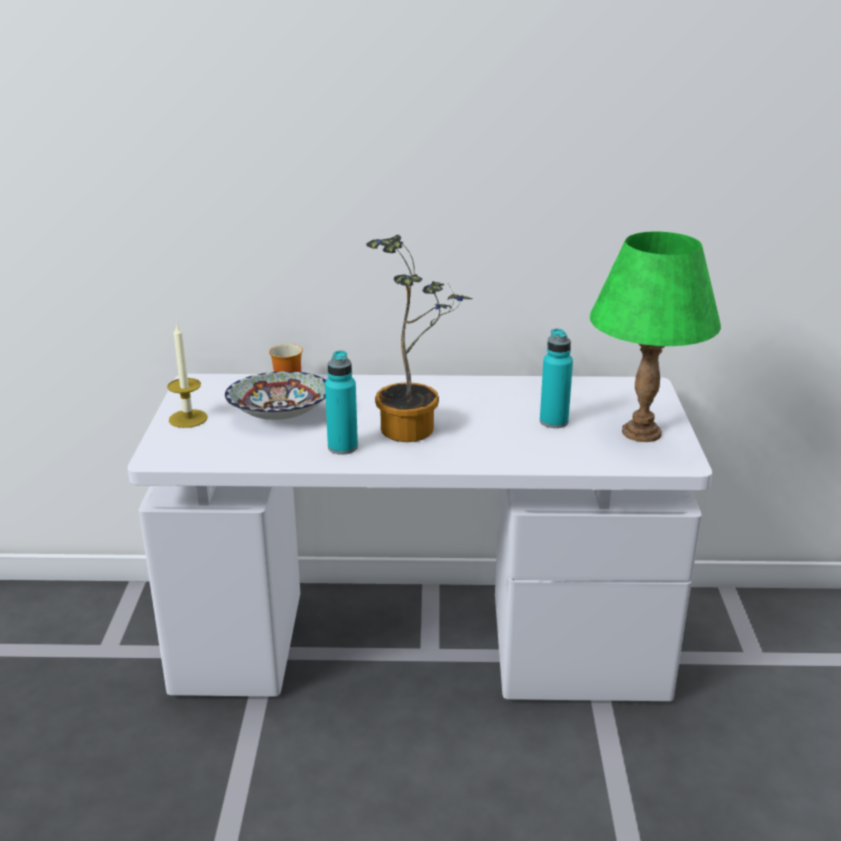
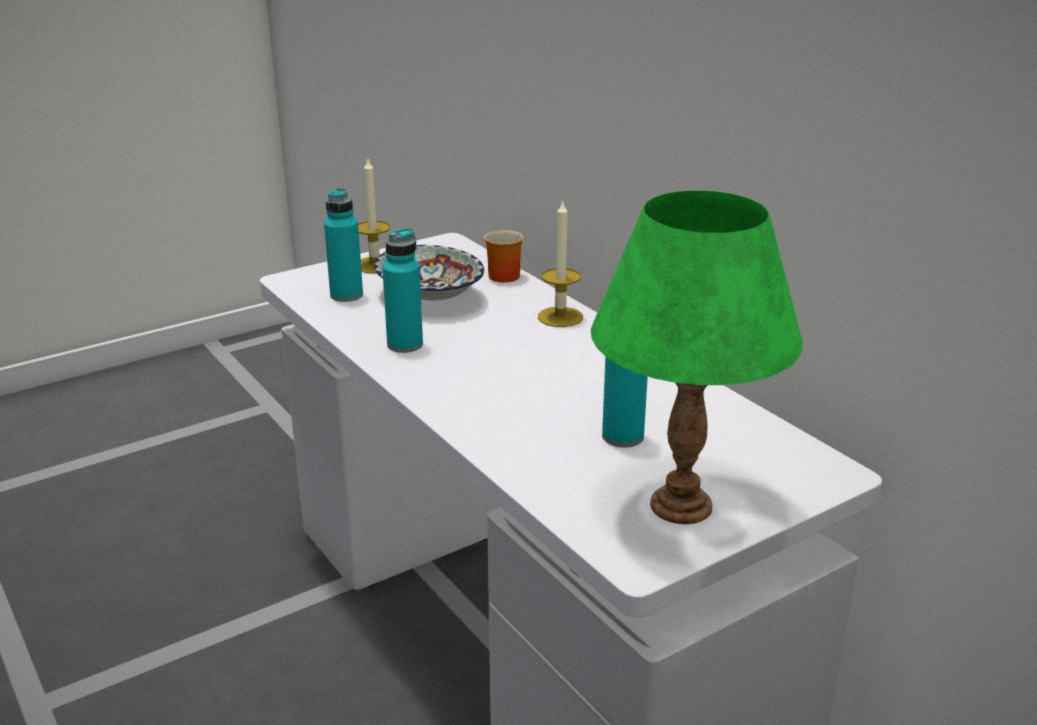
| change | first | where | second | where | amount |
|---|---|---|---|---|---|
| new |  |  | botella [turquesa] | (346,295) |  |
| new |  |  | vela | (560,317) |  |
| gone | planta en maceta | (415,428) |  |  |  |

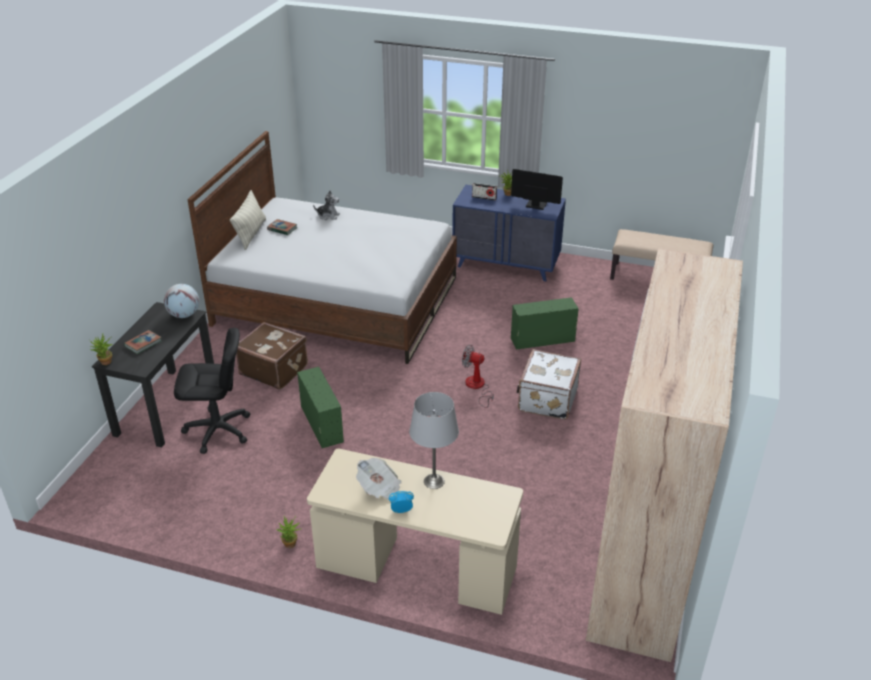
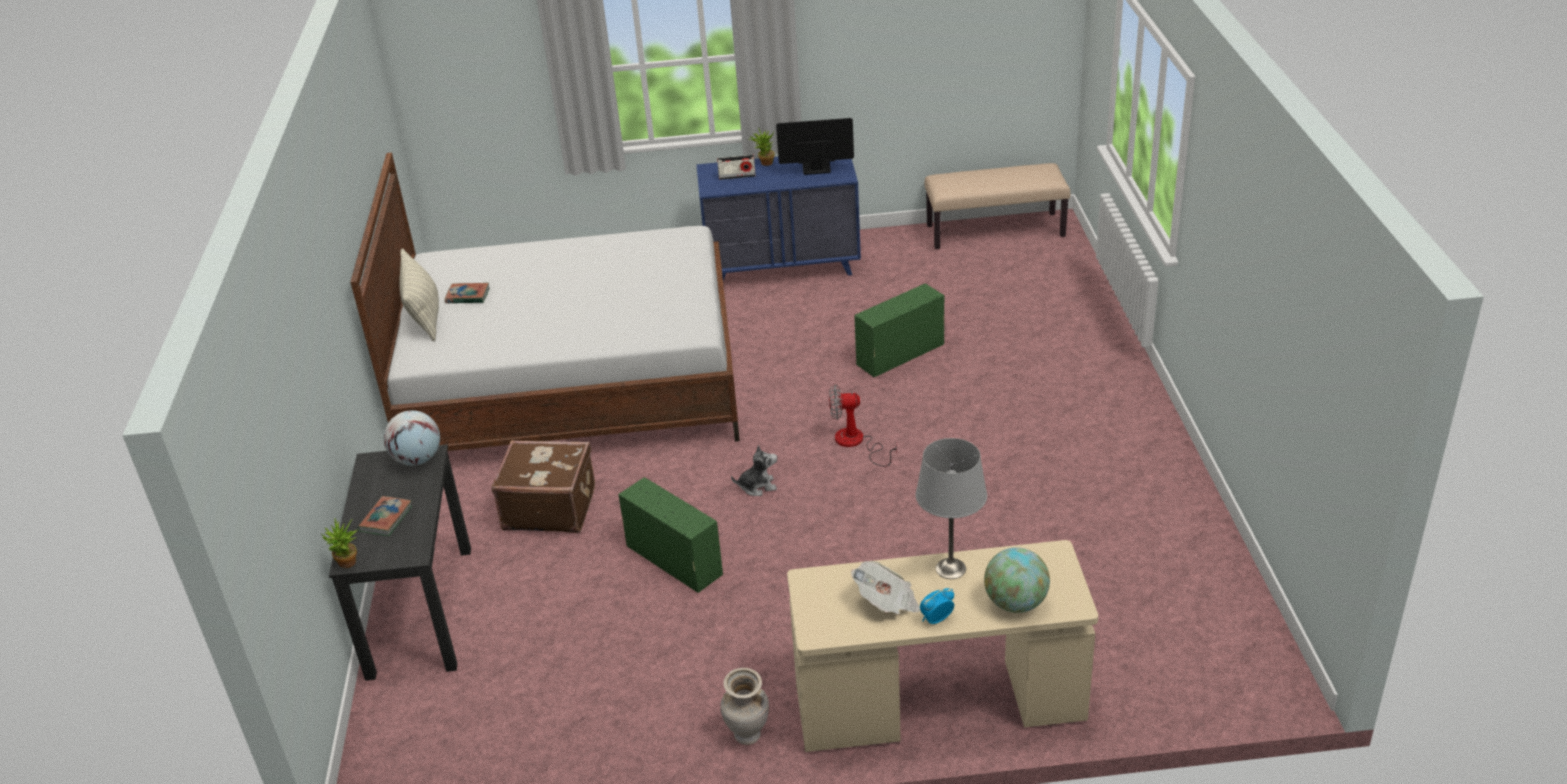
| change | first | where | second | where | amount |
|---|---|---|---|---|---|
| swapped | planta en maceta | (291,545) | florero [beis] | (747,736) |  |
| shifted | peluche | (328,216) |  | (757,486) |  |
| new |  |  | globo terráqueo | (1015,603) |  |
| gone | silla de oficina [negro] | (218,430) |  |  |  |
| gone | maleta [blanco] | (546,399) |  |  |  |
| gone | armario ropero [beis] | (644,552) |  |  |  |

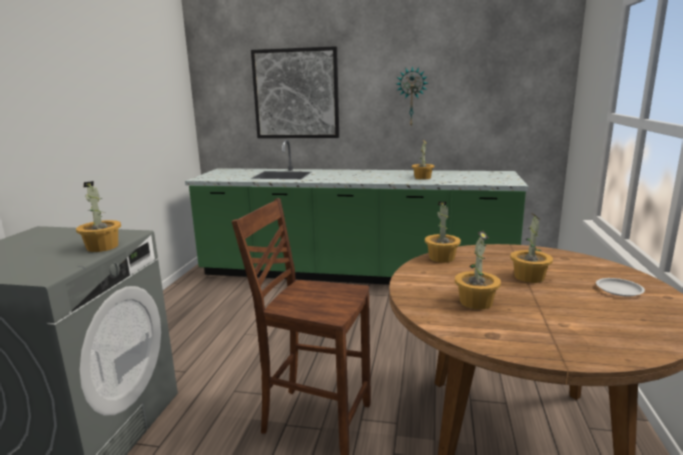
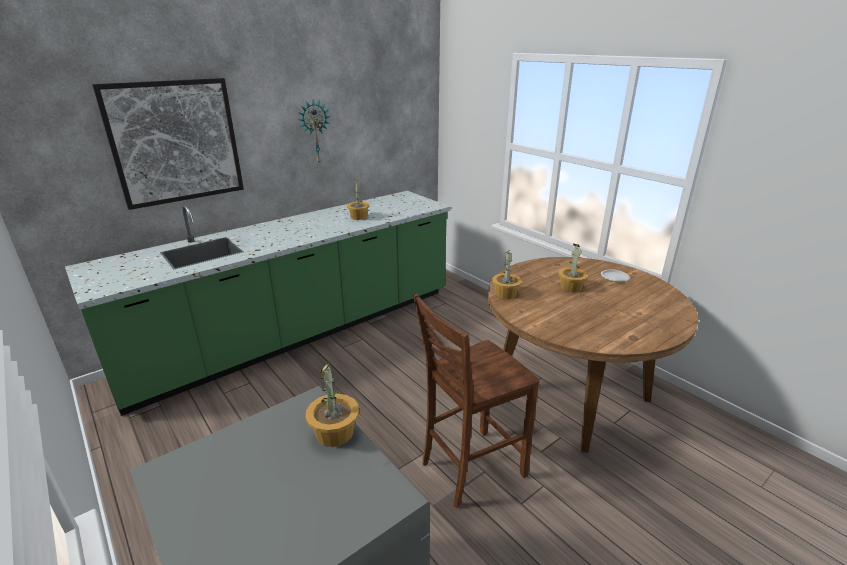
| change | first | where | second | where | amount |
|---|---|---|---|---|---|
| gone | planta en maceta | (475,302) |  |  |  |

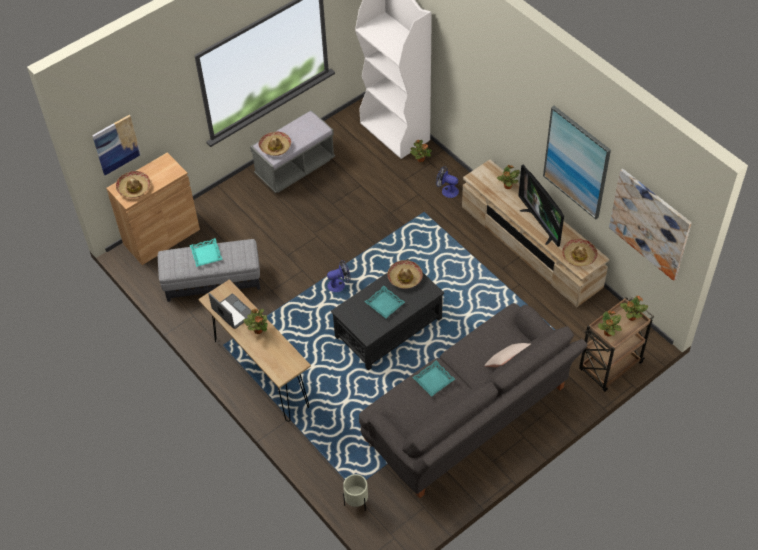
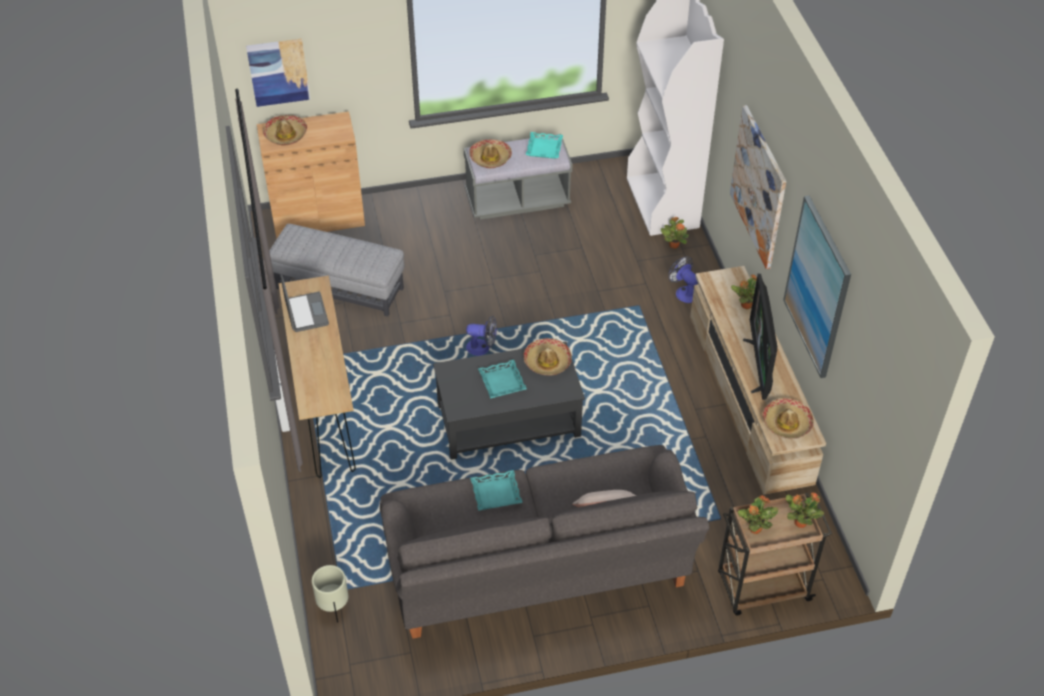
| change | first | where | second | where | amount |
|---|---|---|---|---|---|
| shifted | bandeja [turquesa] | (206,254) |  | (544,148) |  |
| shifted | cuadro | (649,224) |  | (759,187) |  |
| gone | planta en maceta | (258,330) |  |  |  |

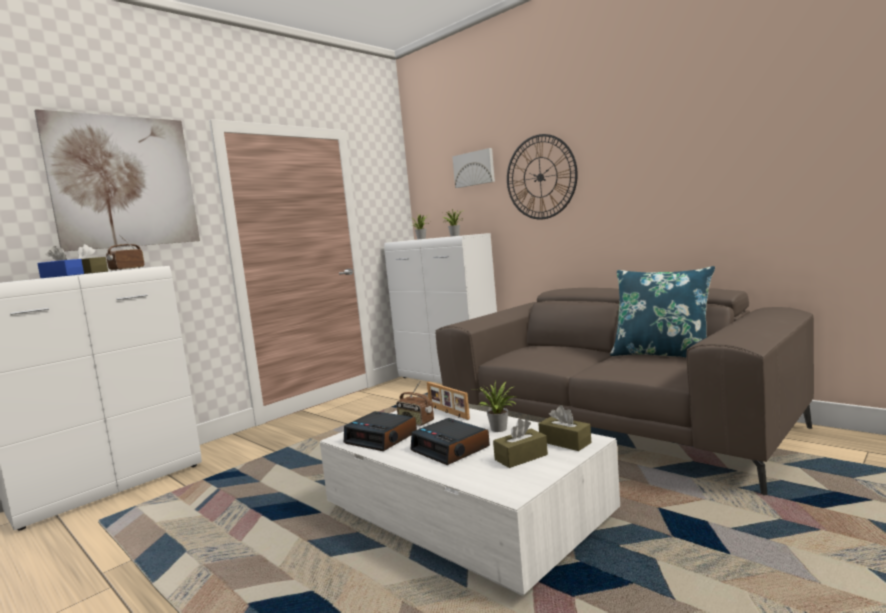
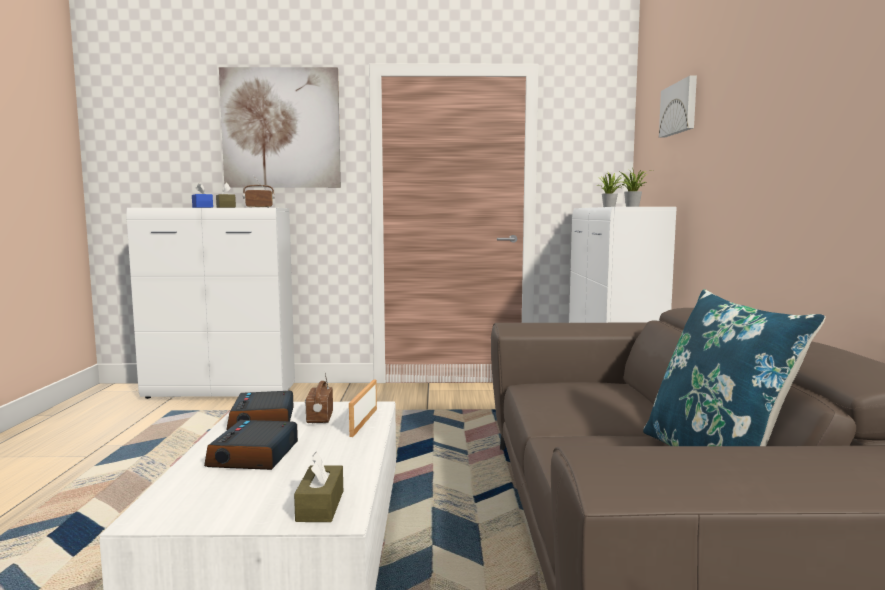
| change | first | where | second | where | amount |
|---|---|---|---|---|---|
| gone | planta en maceta | (499,429) |  |  |  |
| gone | caja de pañuelos [marrón] | (521,457) |  |  |  |
| gone | reloj de pared | (540,177) |  |  |  |

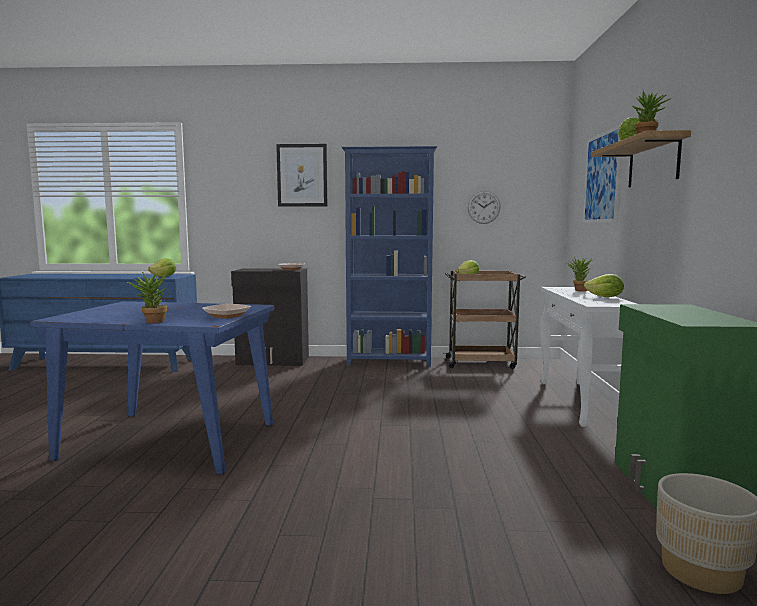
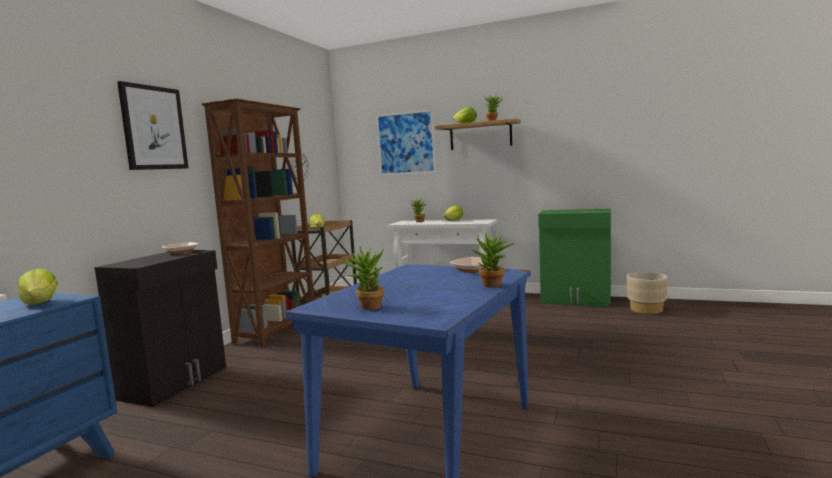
| change | first | where | second | where | amount |
|---|---|---|---|---|---|
| repainted | estantería [azul] | (389,362) | estantería [marrón] | (278,330) |  |
| new |  |  | planta en maceta | (366,307) |  |

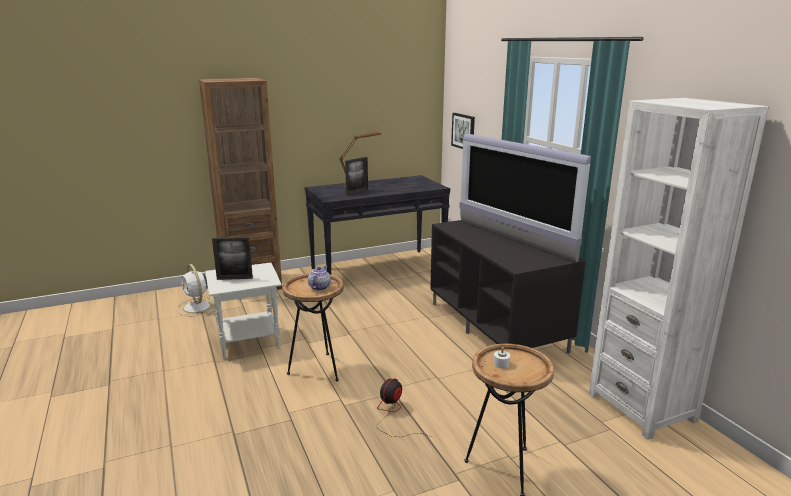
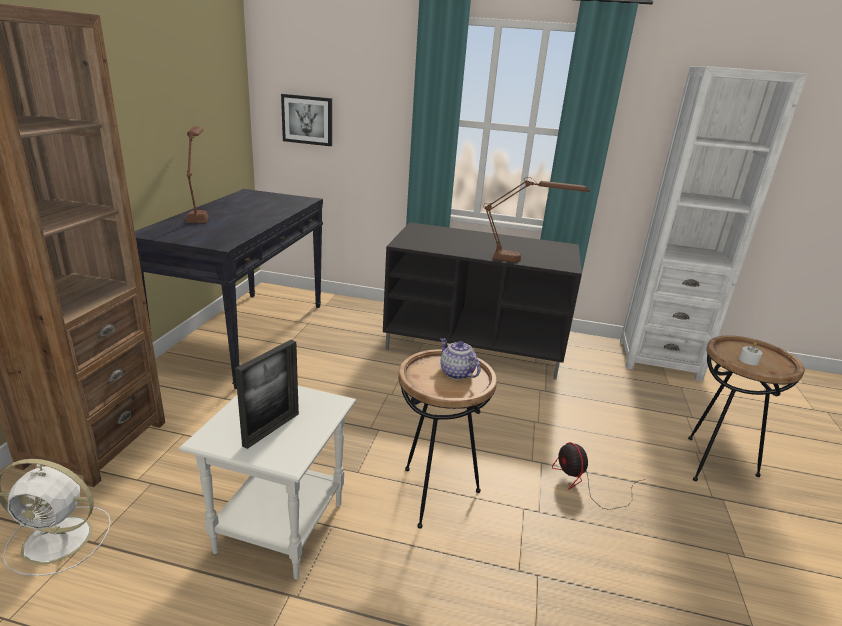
| change | first | where | second | where | amount |
|---|---|---|---|---|---|
| new |  |  | lámpara de mesa [marrón] | (525,260) |  |
| gone | portarretratos | (357,192) |  |  |  |
| gone | televisor | (512,239) |  |  |  |

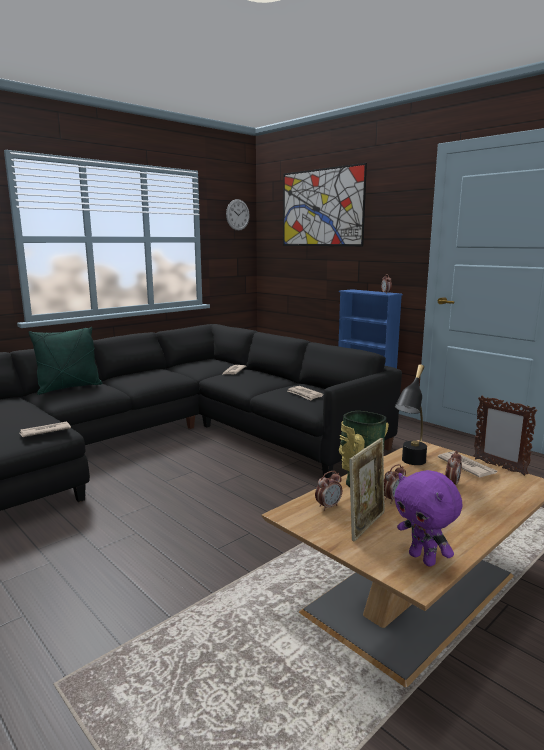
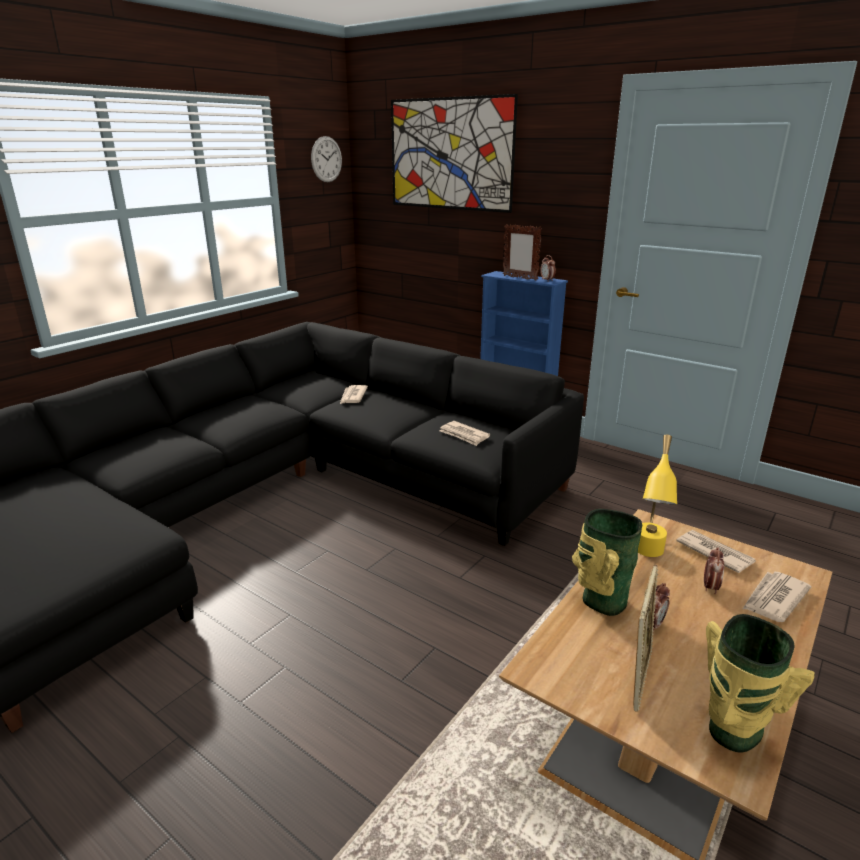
| change | first | where | second | where | amount |
|---|---|---|---|---|---|
| shifted | portarretratos | (499,467) |  | (519,278) |  |
| repainted | lámpara de mesa [negro] | (410,464) | lámpara de mesa [amarillo] | (647,556) |  |
| swapped | peluche [morado] | (423,559) | florero | (731,731) |  |
| shifted | periódico | (44,431) |  | (774,599) |  |
| gone | cojín [verde] | (69,388) |  |  |  |
| gone | despertador | (328,506) |  |  |  |

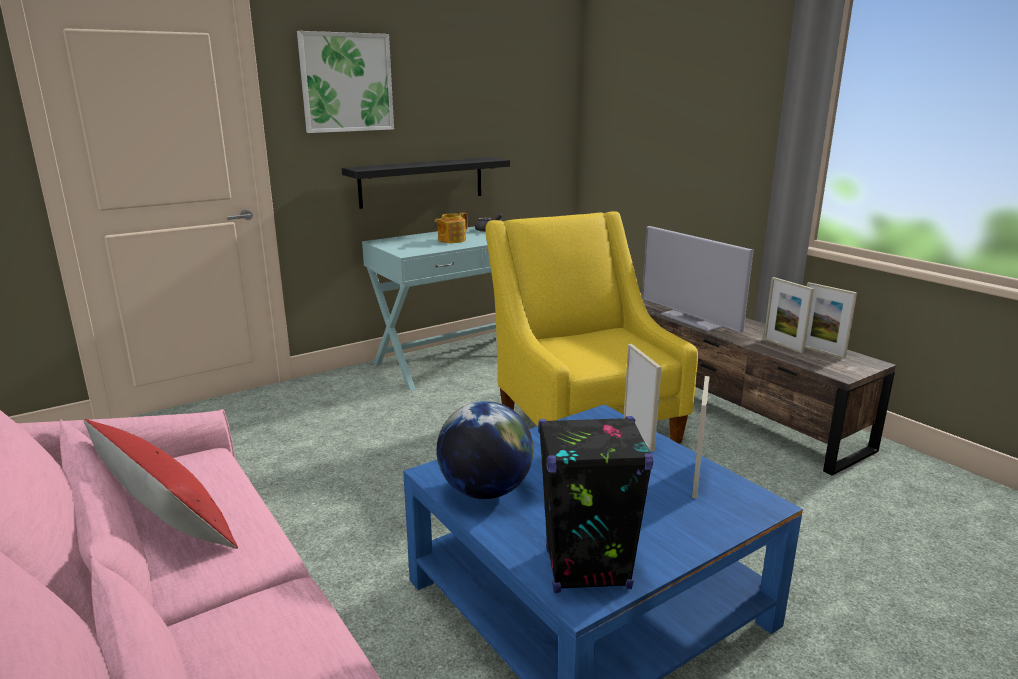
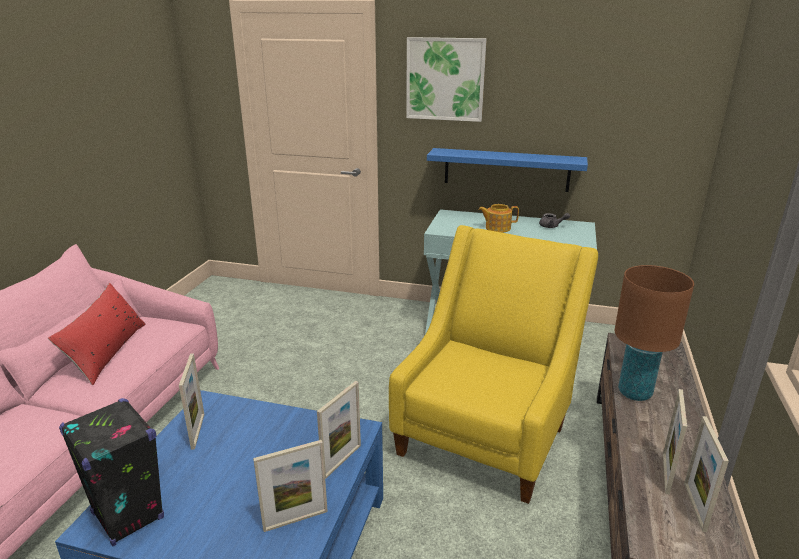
| change | first | where | second | where | amount |
|---|---|---|---|---|---|
| swapped | globo terráqueo | (485,491) | portarretratos | (198,431) |  |
| repainted | estante [negro] | (422,182) | estante [azul] | (506,169) |  |
| swapped | televisor | (691,320) | lámpara de mesa [marrón] | (635,393) |  |

